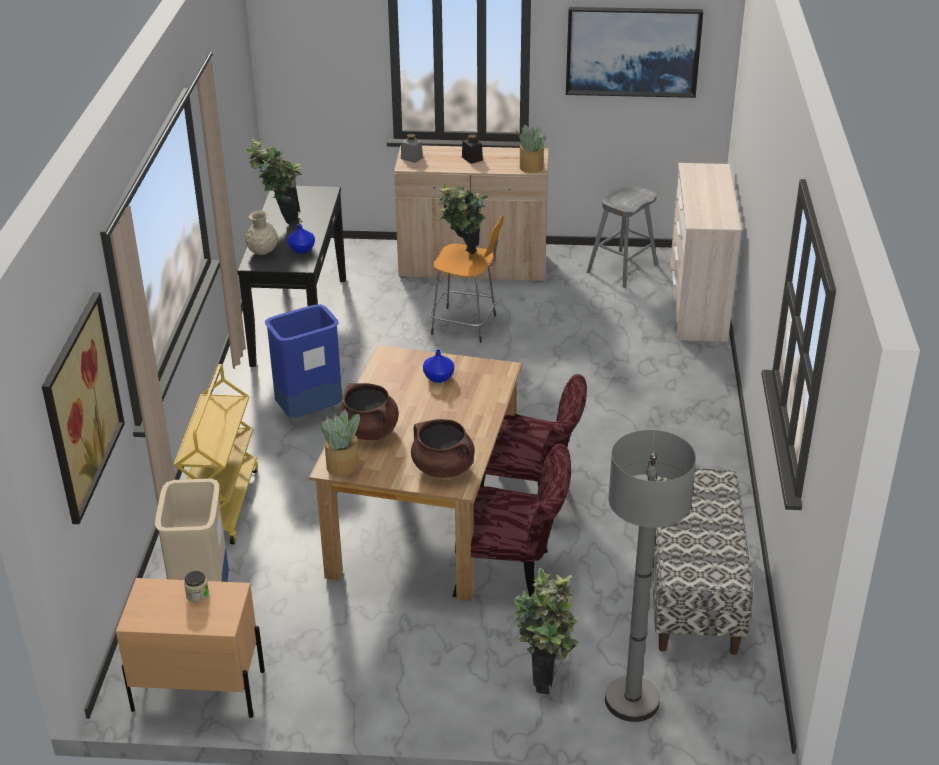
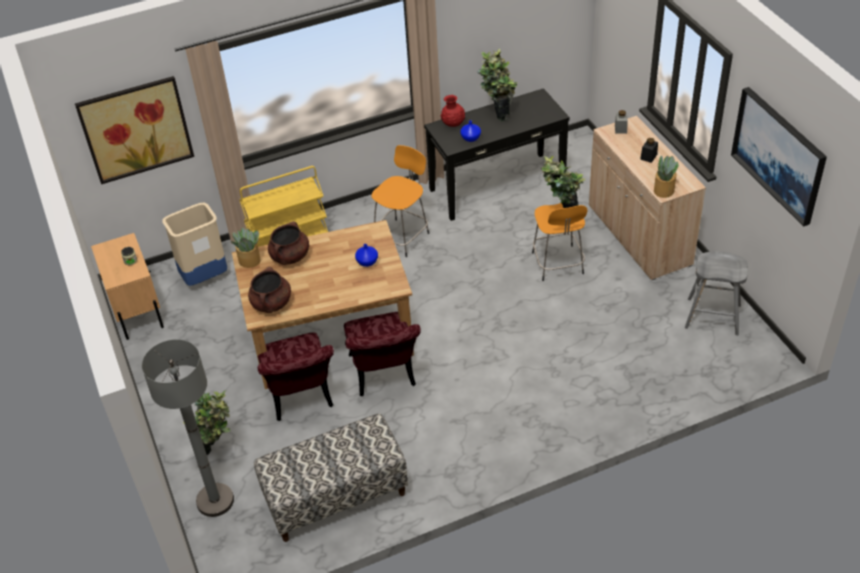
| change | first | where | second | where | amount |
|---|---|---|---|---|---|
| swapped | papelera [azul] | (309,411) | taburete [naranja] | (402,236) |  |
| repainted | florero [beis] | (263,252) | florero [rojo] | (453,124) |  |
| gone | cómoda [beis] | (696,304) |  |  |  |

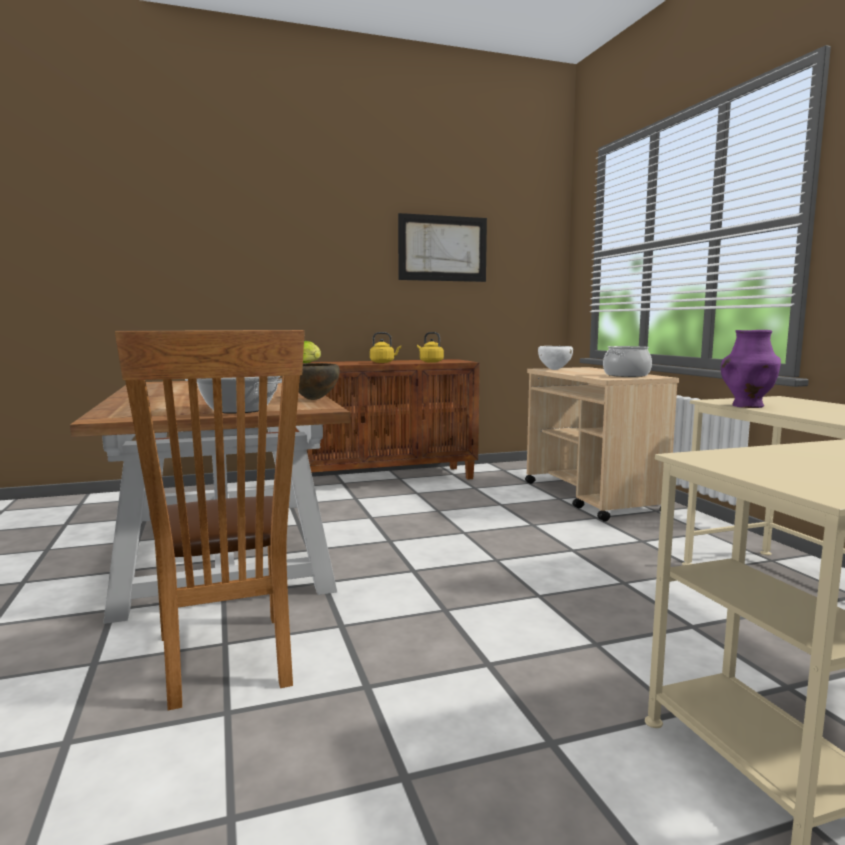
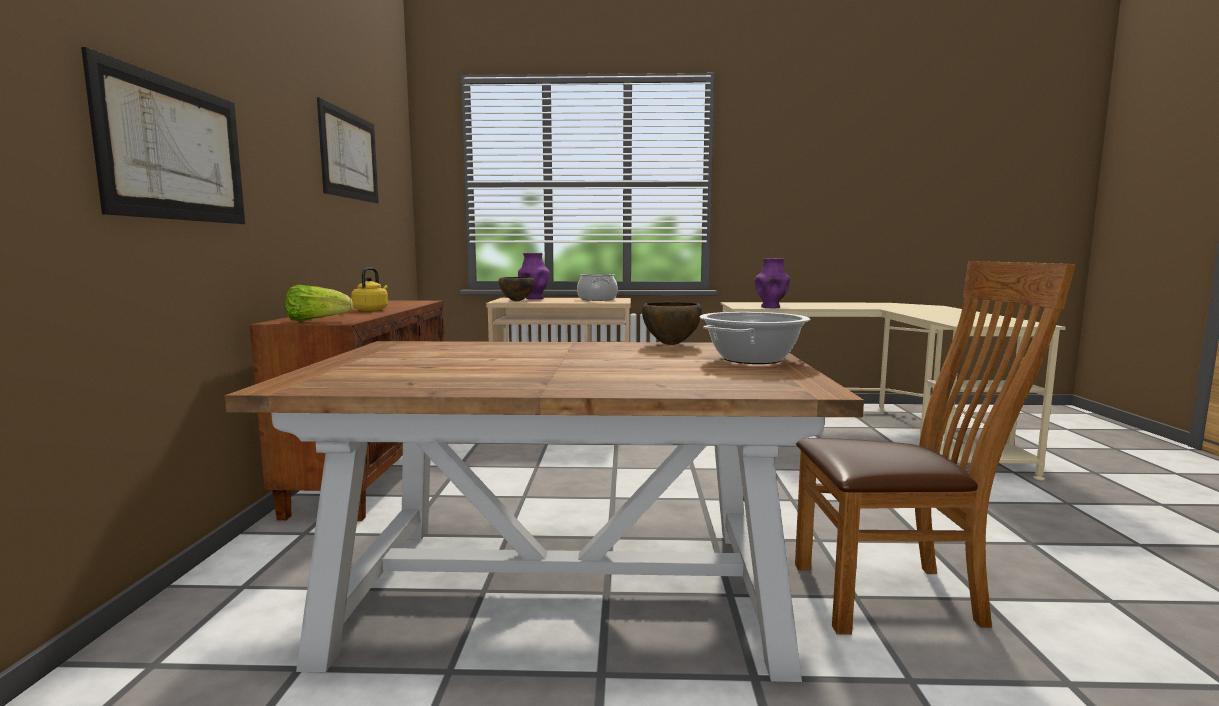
| change | first | where | second | where | amount |
|---|---|---|---|---|---|
| new |  |  | cuadro | (175,150) |  |
| repainted | cuenco [blanco] | (554,369) | cuenco [marrón] | (516,301) |  |
| new |  |  | florero [morado] | (534,298) |  |
| gone | hervidor [amarillo] | (430,362) |  |  |  |

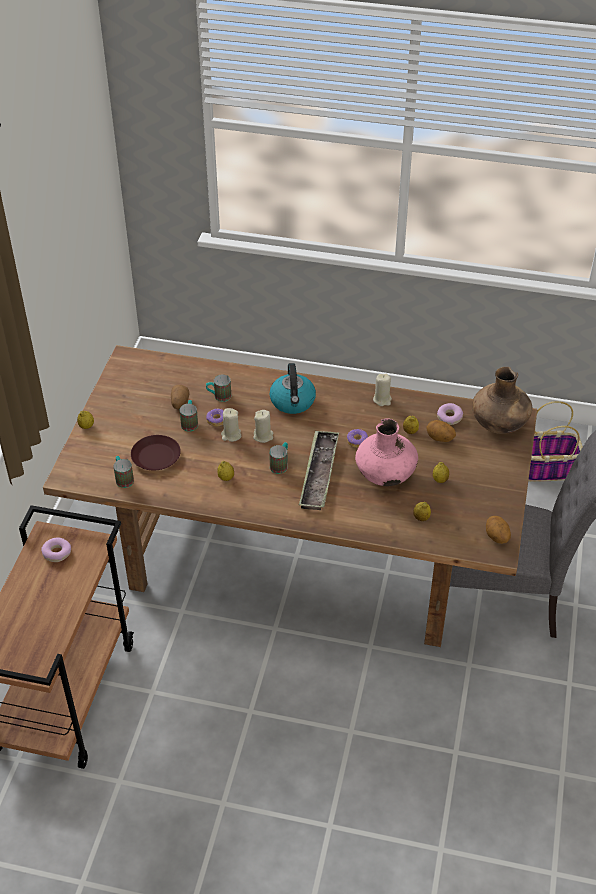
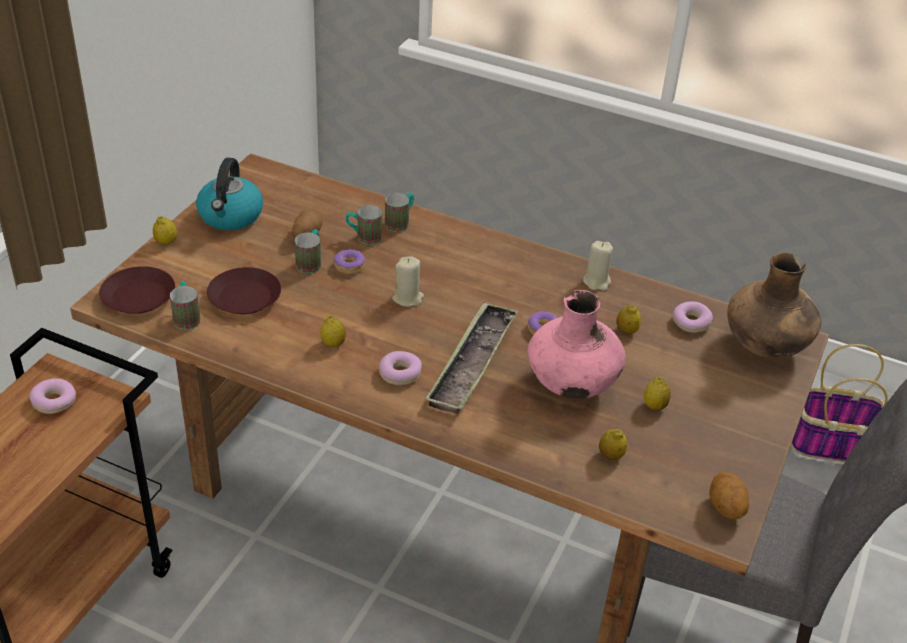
| change | first | where | second | where | amount |
|---|---|---|---|---|---|
| new |  |  | plato [marrón] | (139,296) |  |
| shifted | hervidor | (293,402) |  | (230,216) |  |
| new |  |  | rosquilla | (400,373) |  |
| shifted | taza grande | (280,464) |  | (400,222) |  |
| gone | vela [beis] | (231,435) |  |  |  |
| gone | patata | (439,439) |  |  |  |

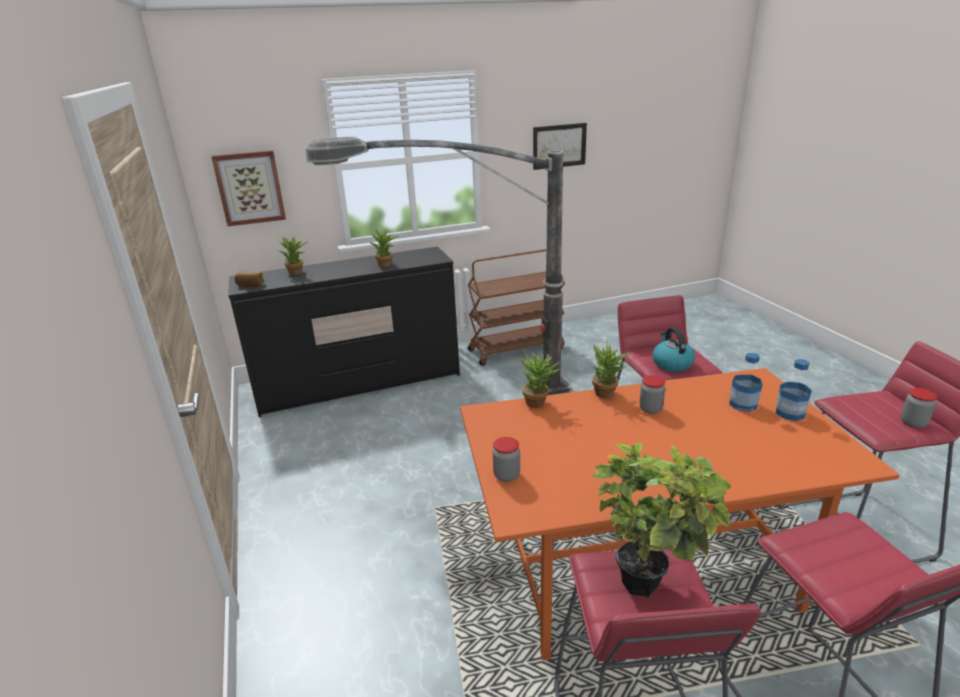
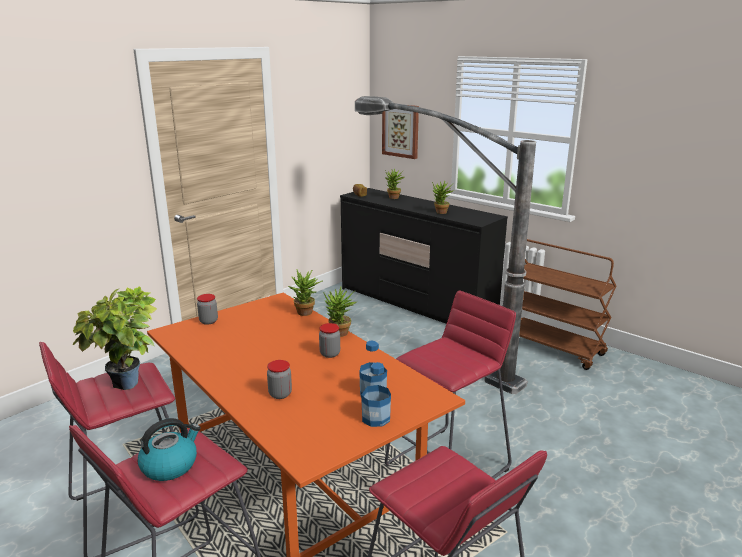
| change | first | where | second | where | amount |
|---|---|---|---|---|---|
| shifted | hervidor | (671,363) |  | (170,465) |  |
| shifted | tarro | (913,423) |  | (280,394) |  |
| gone | cuadro | (559,146) |  |  |  |

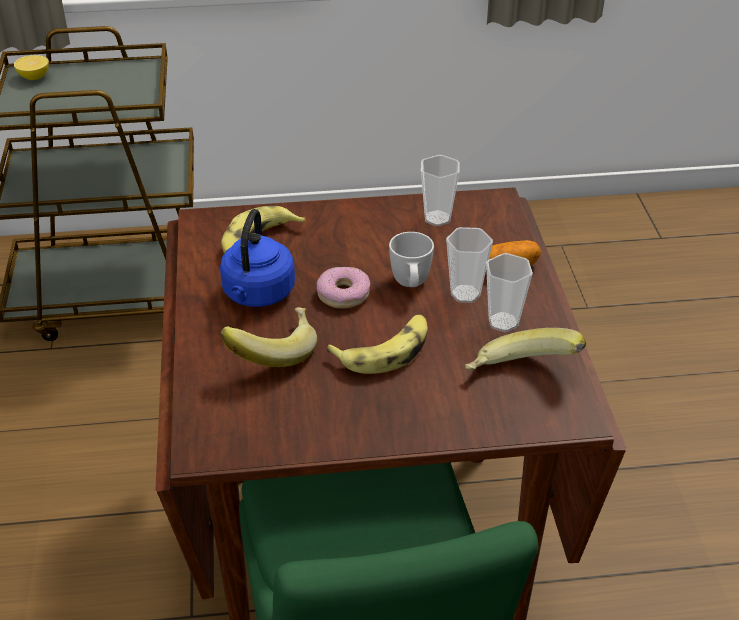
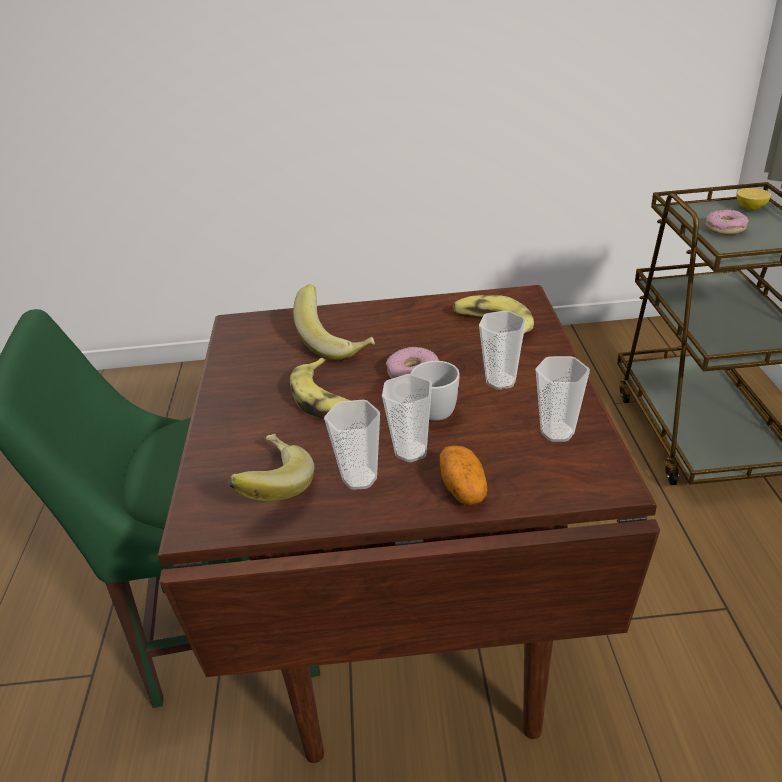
| change | first | where | second | where | amount |
|---|---|---|---|---|---|
| new |  |  | taza | (501,381) |  |
| new |  |  | rosquilla | (725,228) |  |
| gone | hervidor [azul] | (258,295) |  |  |  |

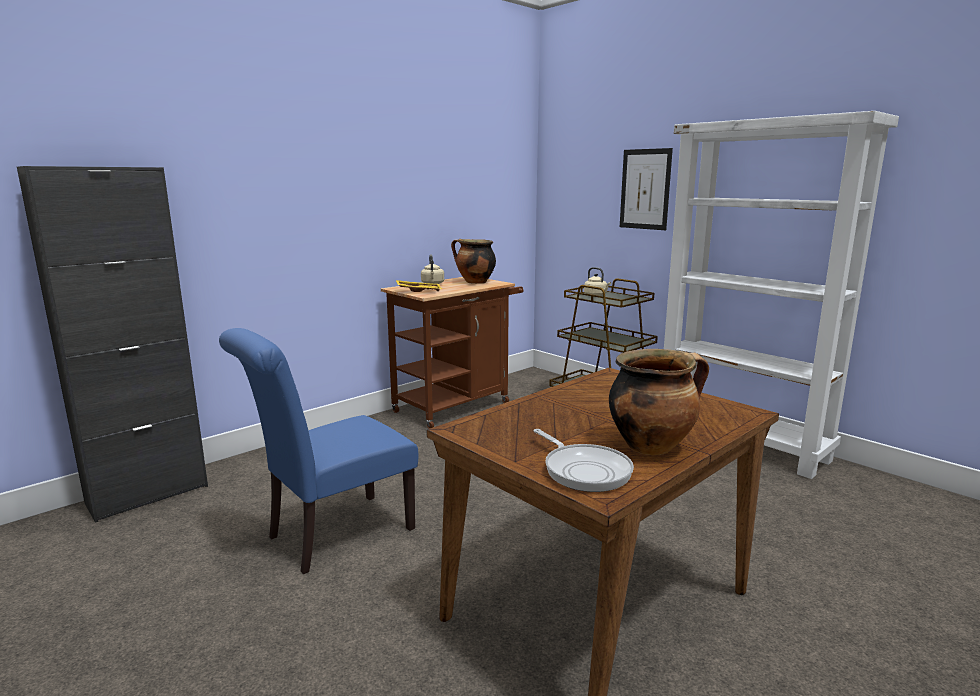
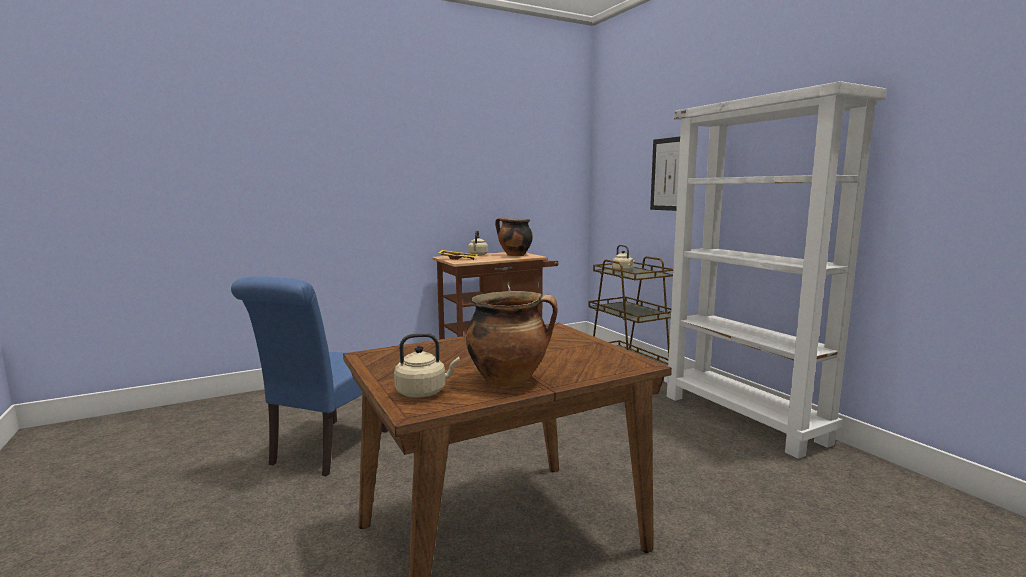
| change | first | where | second | where | amount |
|---|---|---|---|---|---|
| rotated | silla [azul] | (333,535) |  | (325,449) | 45 degrees counterclockwise |
| swapped | sartén | (584,470) | hervidor [beis] | (424,392) |  |
| gone | armario [negro] | (148,495) |  |  |  |

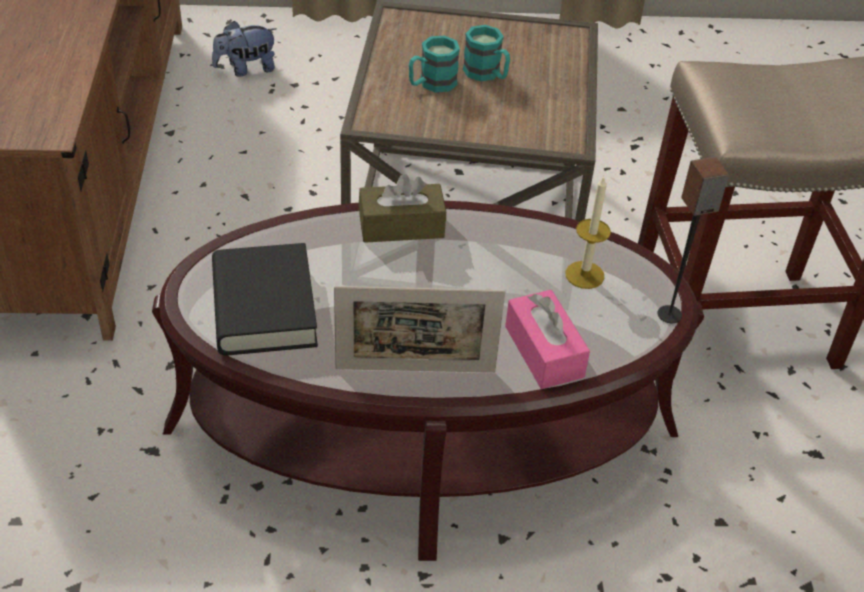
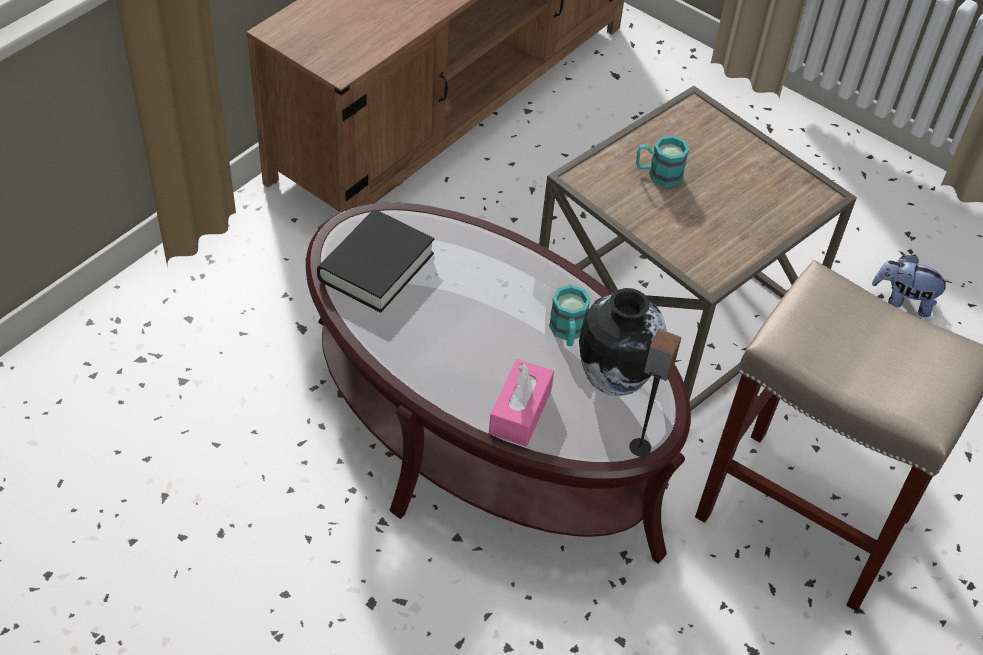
| change | first | where | second | where | amount |
|---|---|---|---|---|---|
| shifted | taza grande [turquesa] | (487,74) |  | (567,332) |  |
| swapped | vela | (584,275) | florero | (613,381) |  |
| shifted | peluche | (246,69) |  | (903,301) |  |
| gone | portarretratos | (415,370) |  |  |  |
| gone | caja de pañuelos [marrón] | (401,226) |  |  |  |

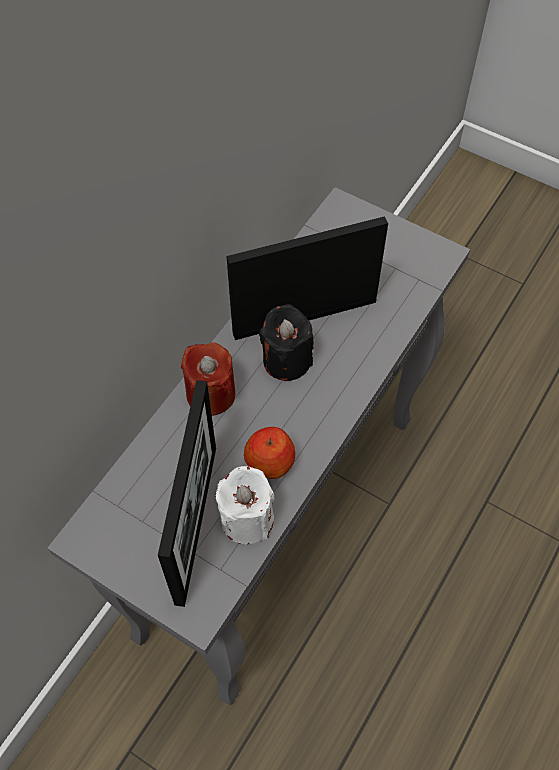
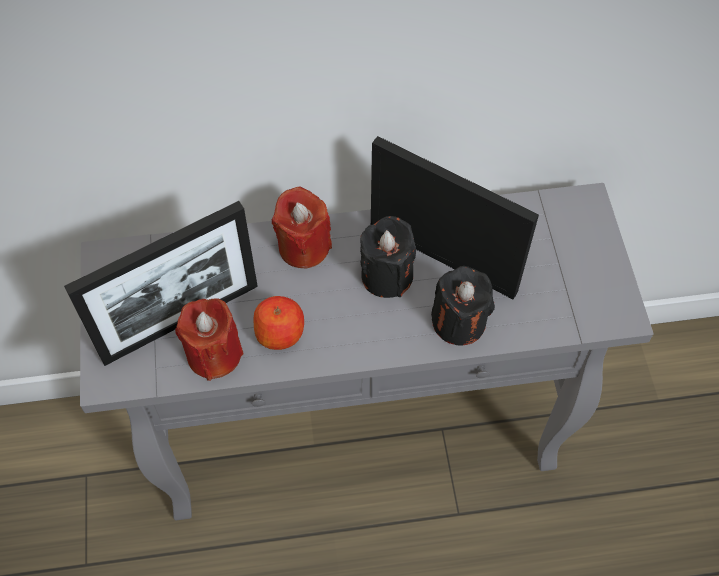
| change | first | where | second | where | amount |
|---|---|---|---|---|---|
| repainted | vela [blanco] | (247,519) | vela [rojo] | (214,354) |  |
| new |  |  | vela [negro] | (459,322) |  |

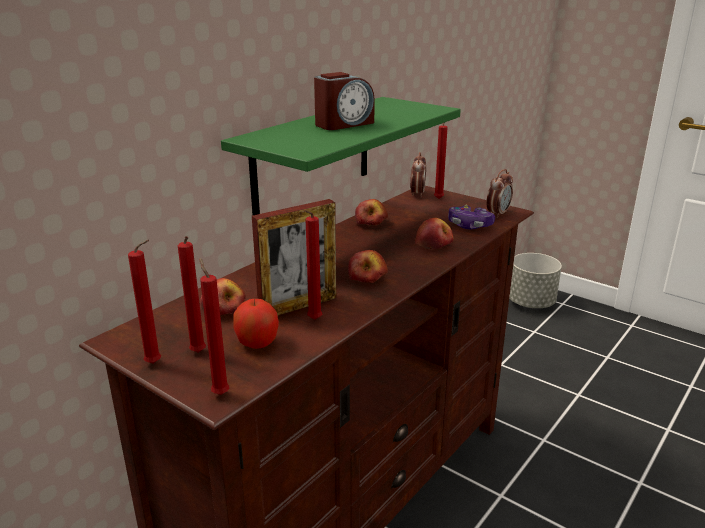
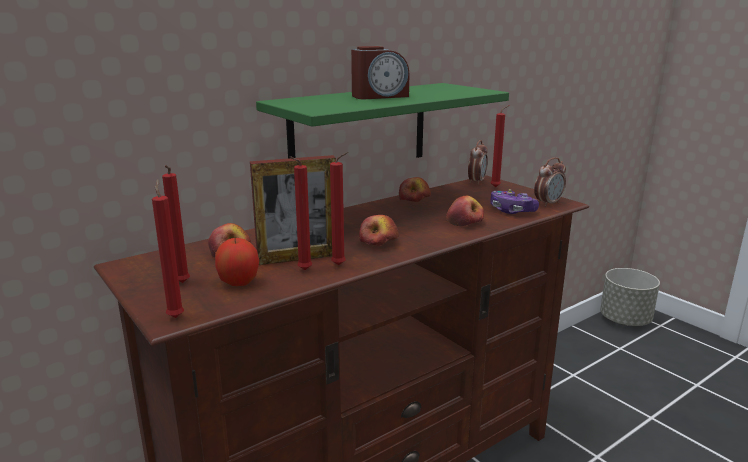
| change | first | where | second | where | amount |
|---|---|---|---|---|---|
| shifted | vela [rojo] | (156,363) |  | (340,265) |  |

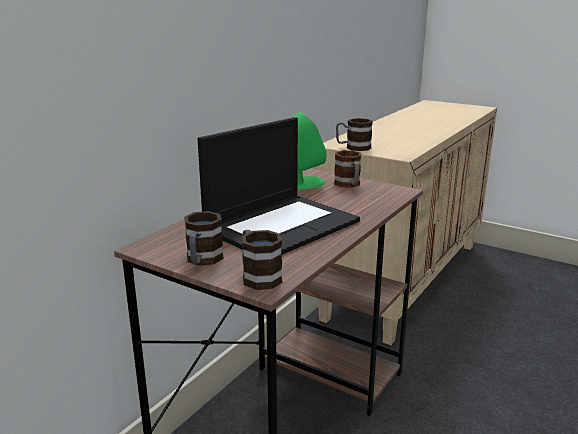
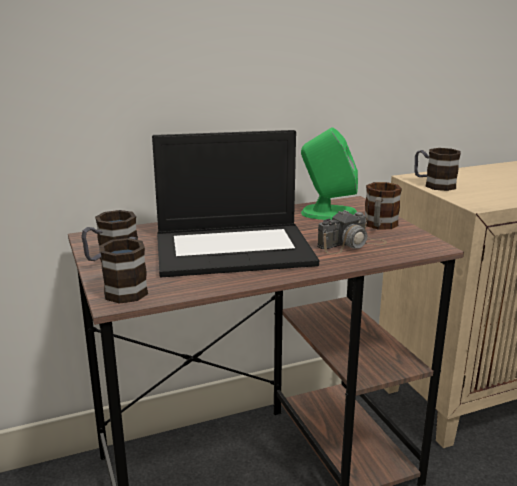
| change | first | where | second | where | amount |
|---|---|---|---|---|---|
| new |  |  | cámara | (352,244) |  |

